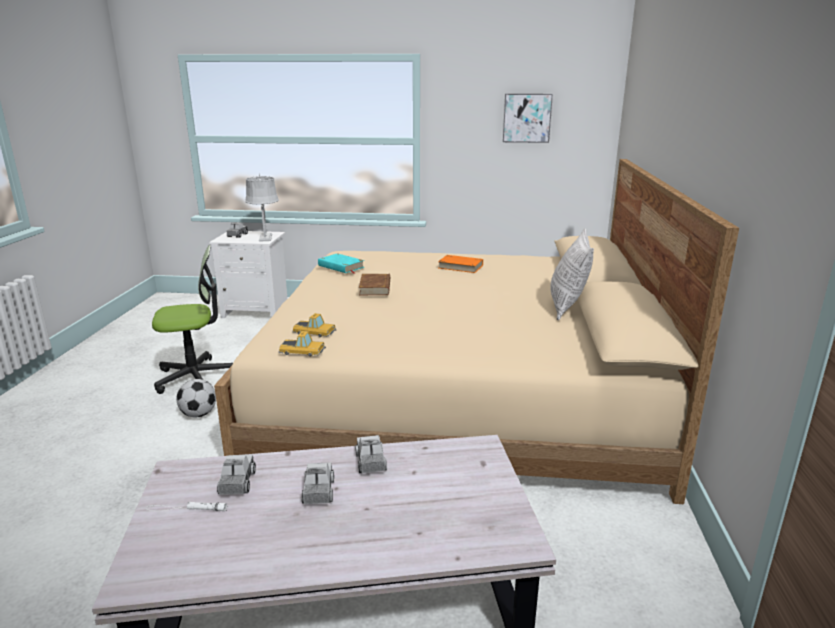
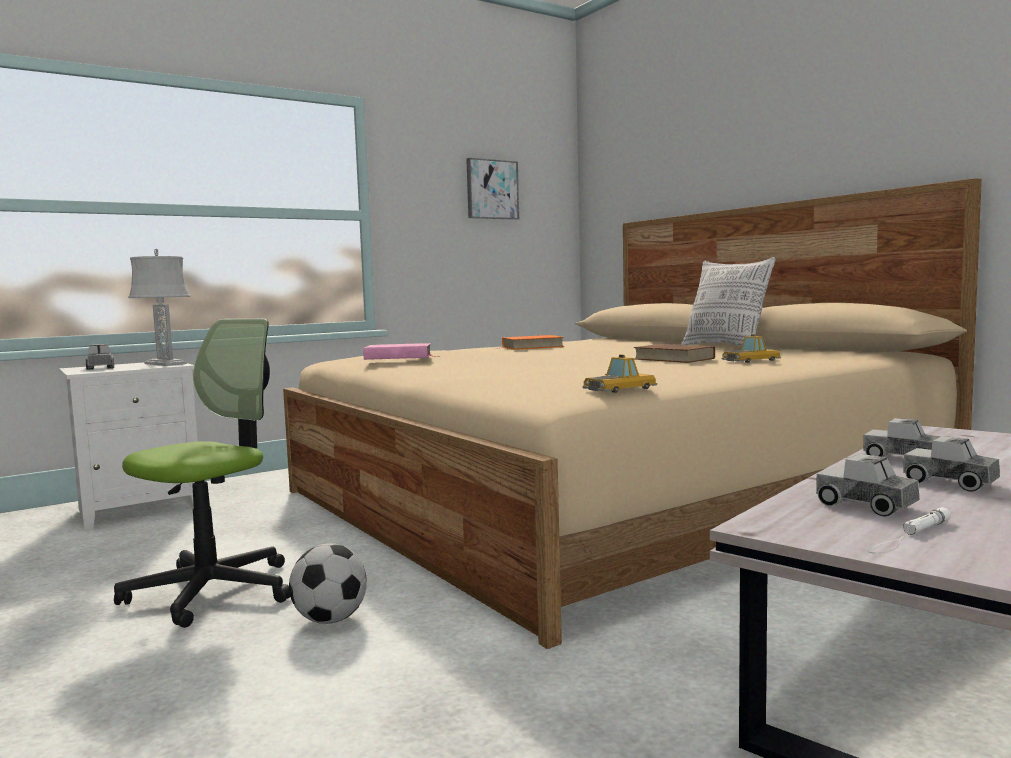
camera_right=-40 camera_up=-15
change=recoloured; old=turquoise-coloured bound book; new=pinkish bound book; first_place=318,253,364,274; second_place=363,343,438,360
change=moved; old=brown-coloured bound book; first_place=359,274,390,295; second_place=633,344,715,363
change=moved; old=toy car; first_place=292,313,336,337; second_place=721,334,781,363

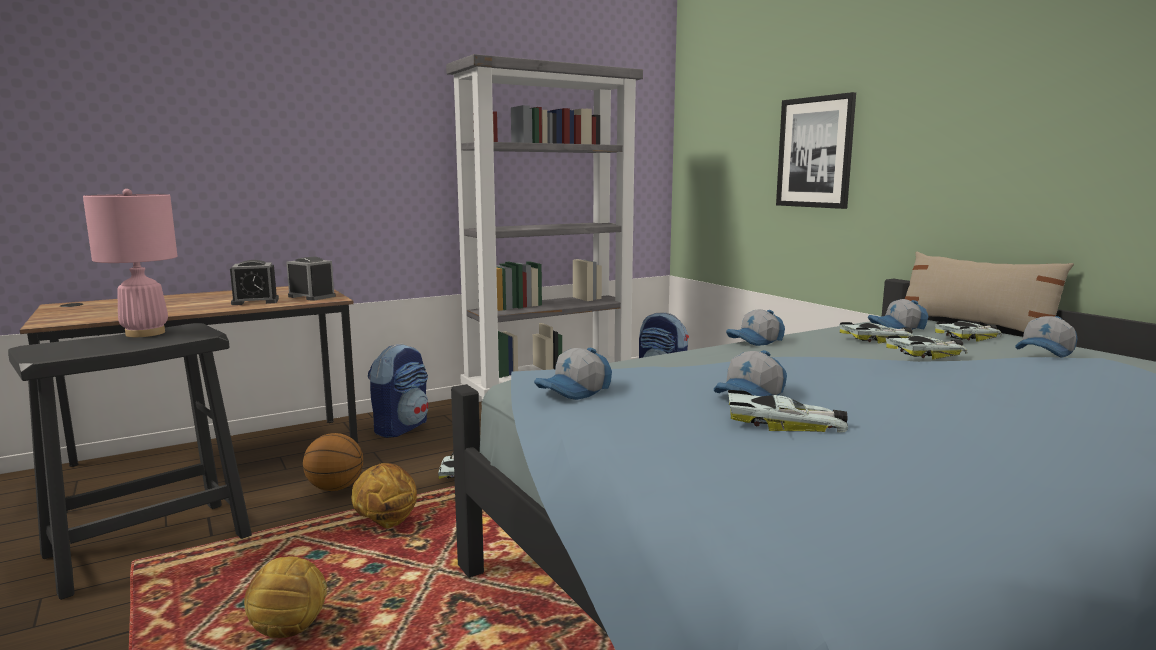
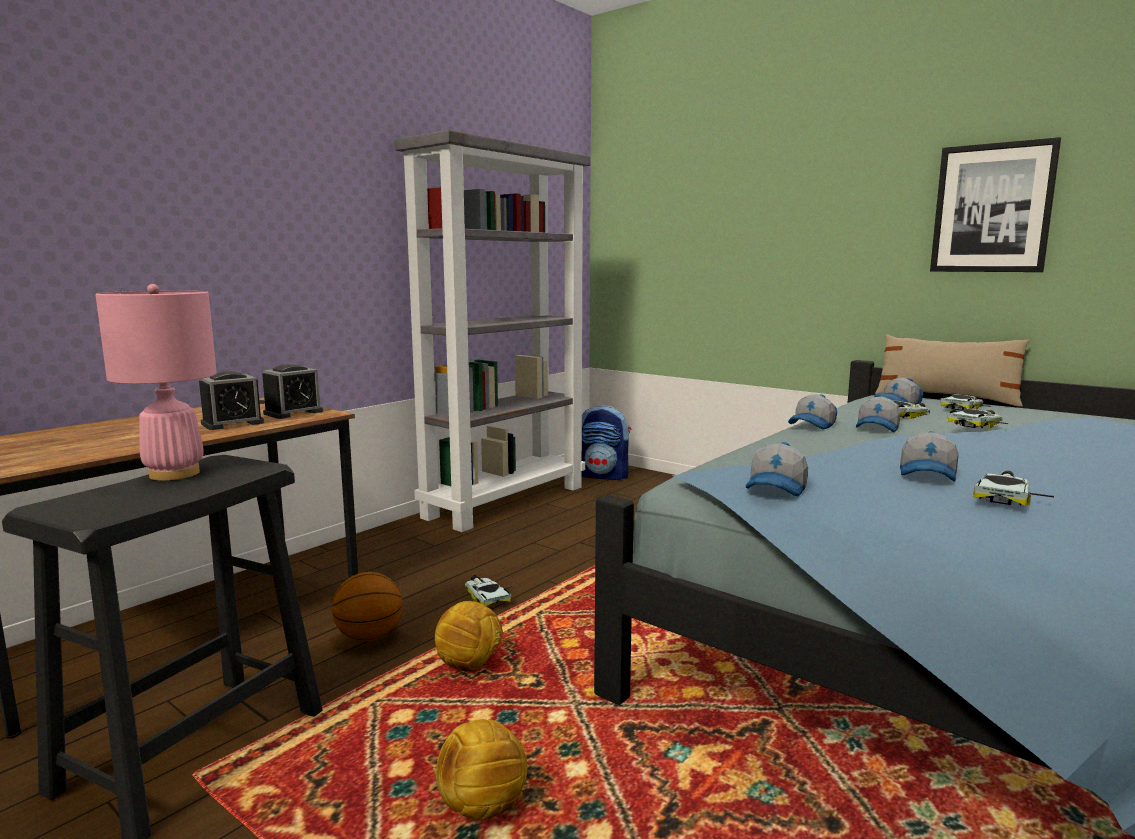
camera_right=-20 camera_up=0
change=moved; old=wall art; first_place=776,92,856,209; second_place=930,137,1061,272
change=turned; old=alarm clock; first_place=286,257,336,301; second_place=262,364,323,419; degrees=120
change=moved; old=cap; first_place=1015,316,1078,358; second_place=856,396,900,432
change=removed; old=knapsack; first_place=368,343,428,438
change=turned; old=toy car; first_place=728,390,848,433; second_place=974,470,1054,506; degrees=-45
change=replaced; old=ball for basketball; new=ball for football; first_place=352,463,417,528; second_place=435,601,503,671

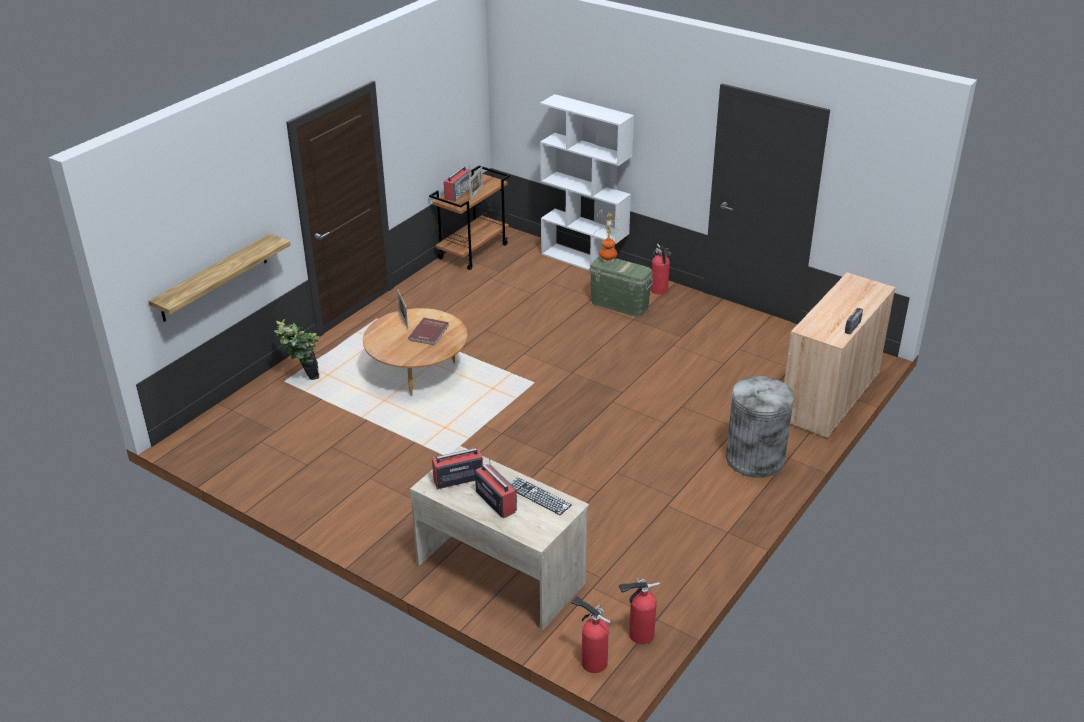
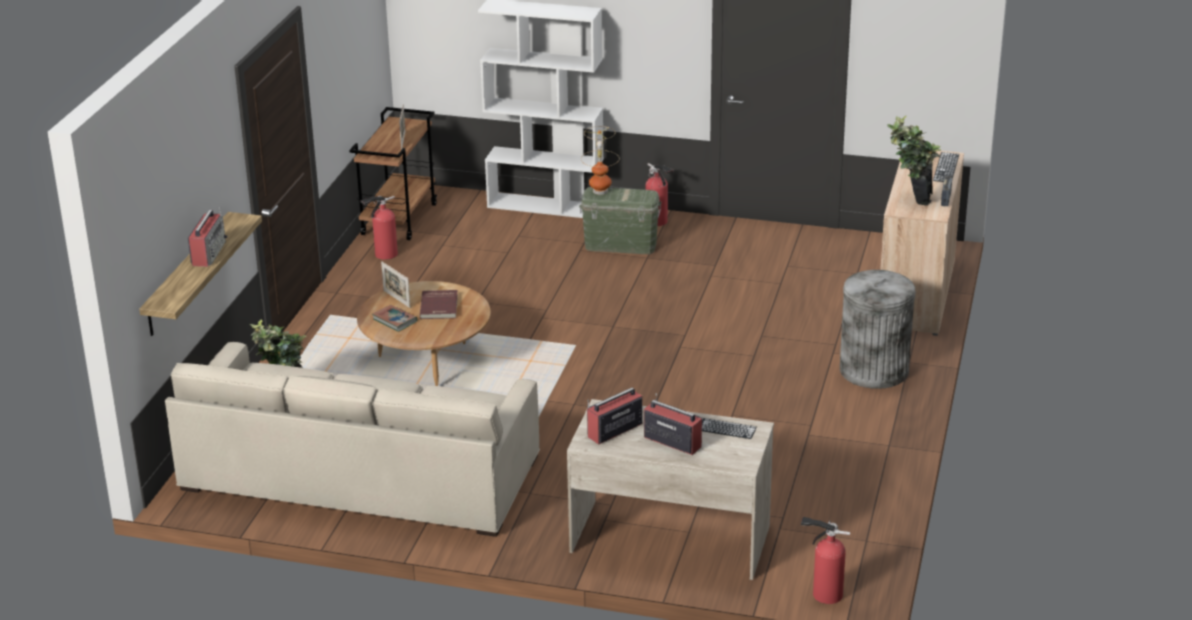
camera_right=-20 camera_up=-5
change=moved; old=radio receiver; first_place=444,166,471,201; second_place=188,207,227,267
change=moved; old=extinguisher; first_place=619,578,660,644; second_place=360,196,398,260
change=added; new=plant in a pot; second_place=887,116,941,206
change=added; new=PC keyboard; second_place=933,152,959,182
change=added; new=bound book; second_place=372,305,417,332
change=added; new=beige couch; second_place=165,342,540,537

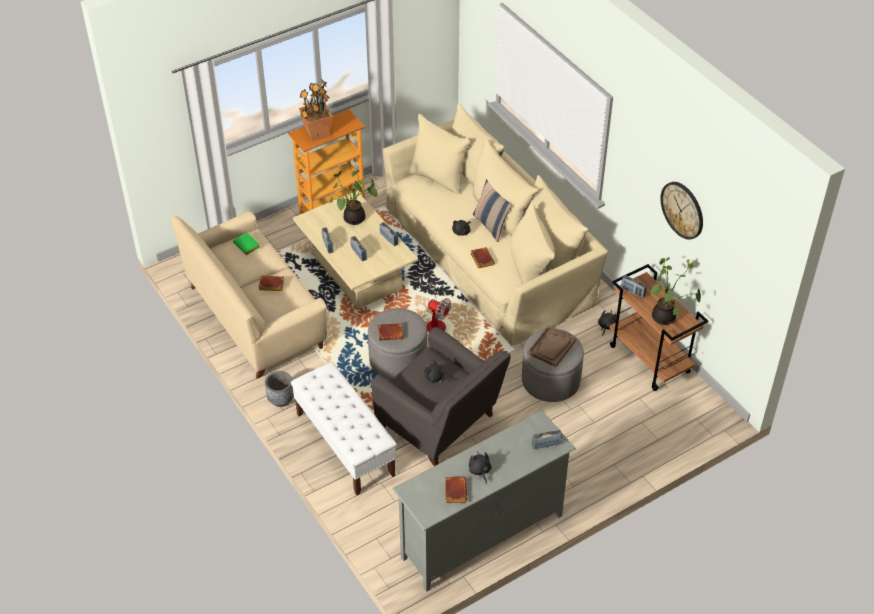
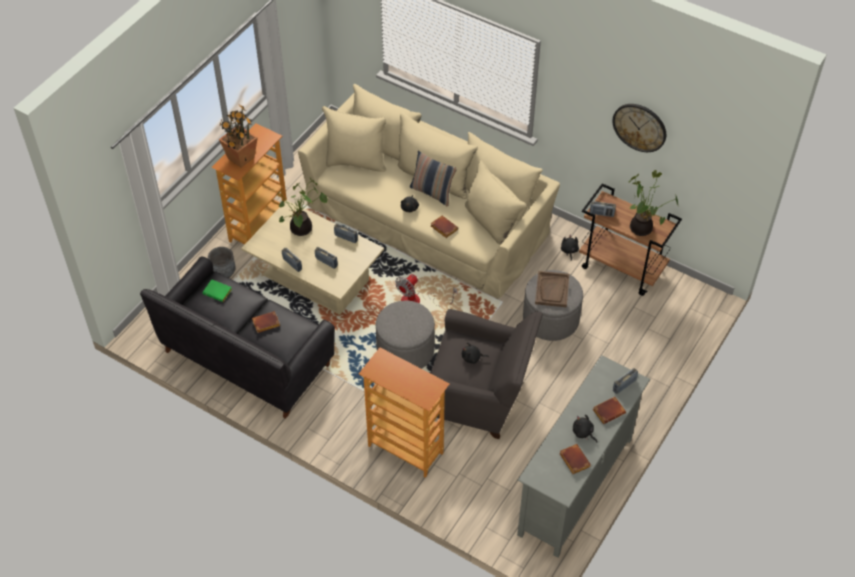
camera_right=-25 camera_up=5
change=recoloured; old=beige couch; new=blackish couch; first_place=170,211,328,379; second_place=140,256,335,419
change=turned; old=electric fan; first_place=424,280,451,332; second_place=395,274,458,307; degrees=120
change=moved; old=brown-coloured bound book; first_place=378,323,403,341; second_place=593,397,626,424
change=replaced; old=white-coloured bench; new=shelving unit; first_place=291,362,397,495; second_place=359,348,450,478
change=moved; old=grey planter; first_place=265,371,294,407; second_place=208,247,236,278

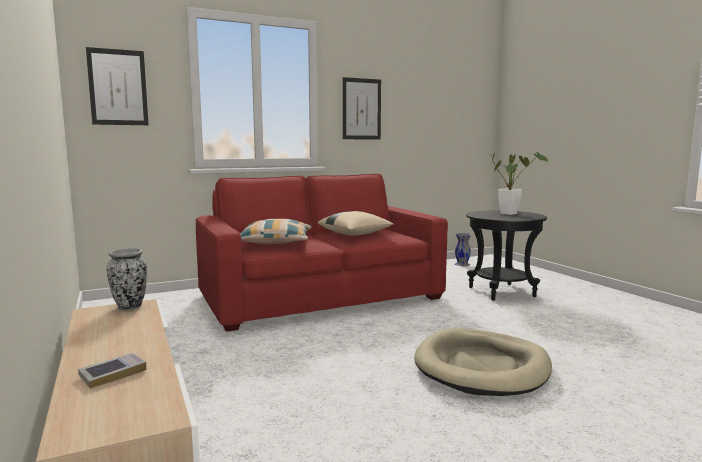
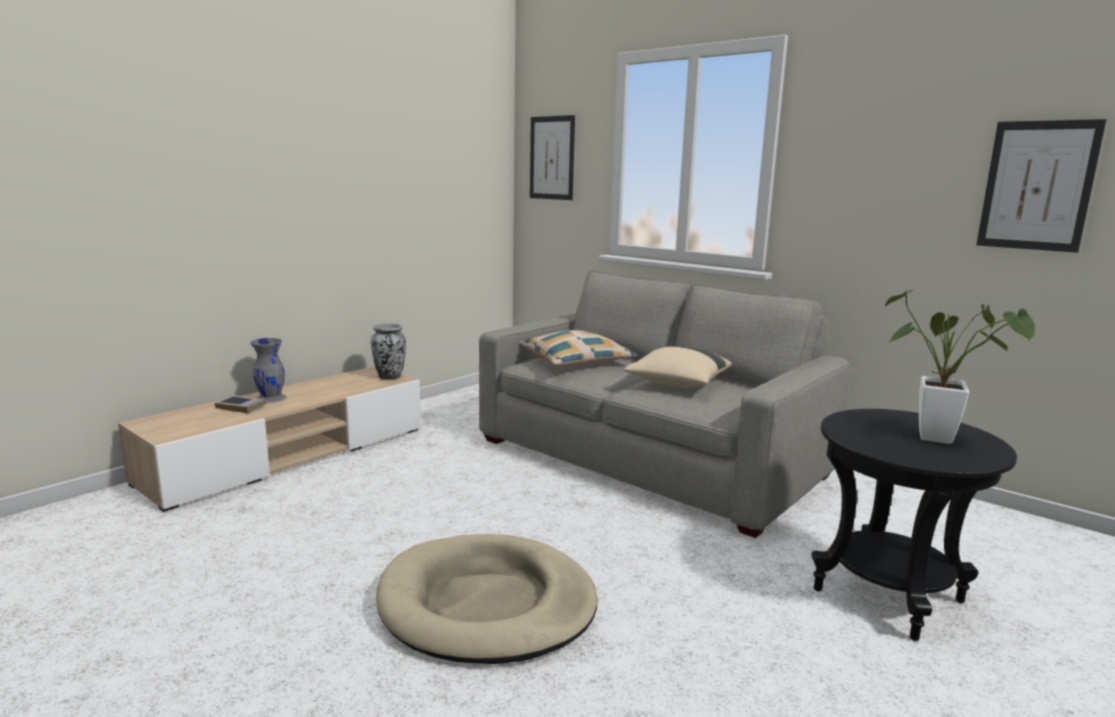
camera_right=65 camera_up=5
change=moved; old=wall art; first_place=343,77,381,140; second_place=977,119,1106,253
change=recoloured; old=reddish couch; new=grey couch; first_place=196,174,448,332; second_place=479,271,850,538
change=moved; old=grey flower vase; first_place=455,233,471,266; second_place=251,338,287,403

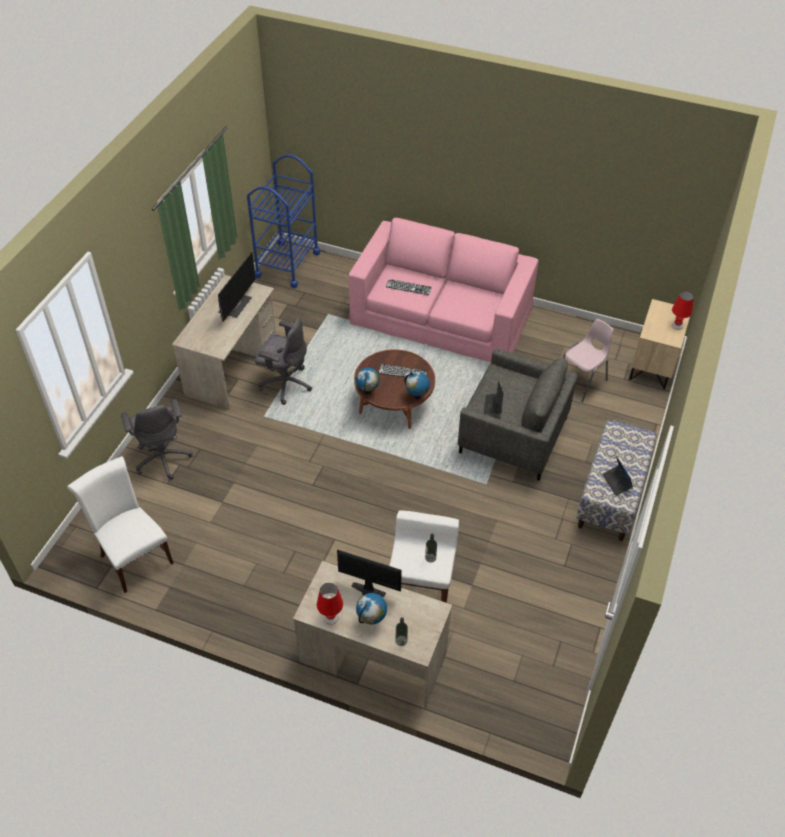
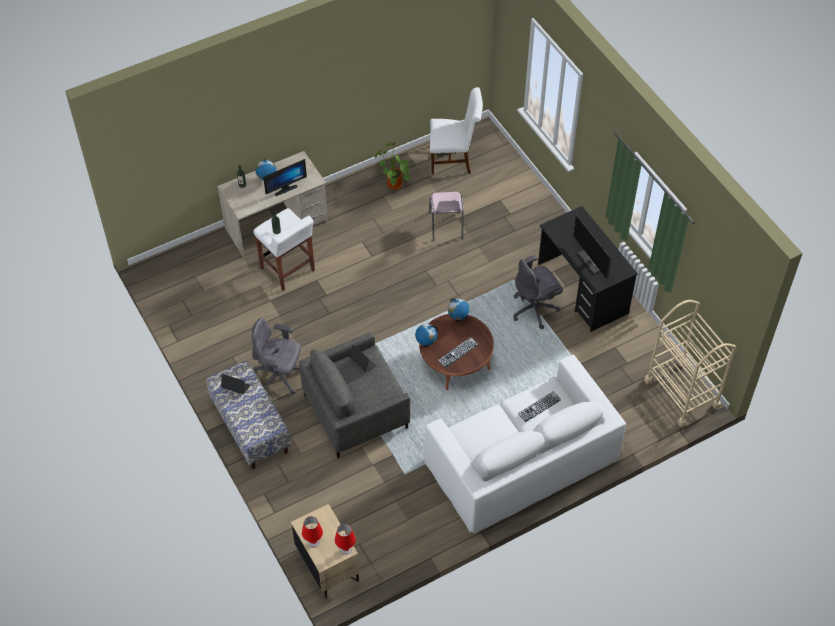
camera_right=130 camera_up=5
change=recoloured; old=blue-coloured trolley; new=beige trolley; first_place=247,154,320,288; second_place=644,300,736,427
change=recoloured; old=pinkish couch; new=white-coloured couch; first_place=349,218,538,362; second_place=424,355,626,534
change=recoloured; old=beige desk table; new=blackish desk table; first_place=172,275,276,410; second_place=538,206,638,332
change=moved; old=pinkish chair; first_place=563,319,614,402; second_place=429,192,464,241
change=moved; old=grey desk chair; first_place=121,399,192,480; second_place=252,318,301,394
change=moved; old=reddish table lamp; first_place=317,583,343,625; second_place=335,524,356,555
change=added; new=plant in a pot; second_place=375,142,410,190

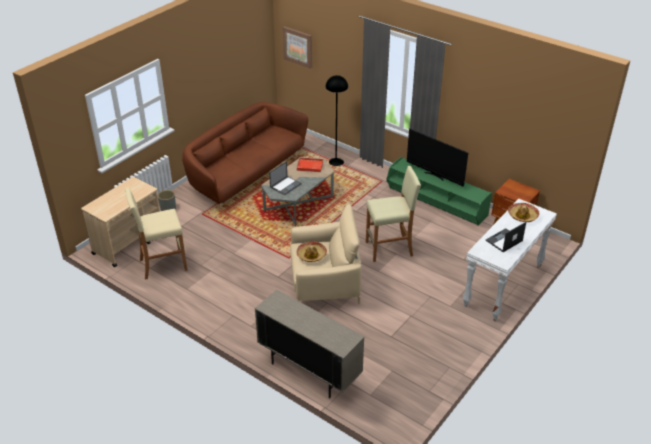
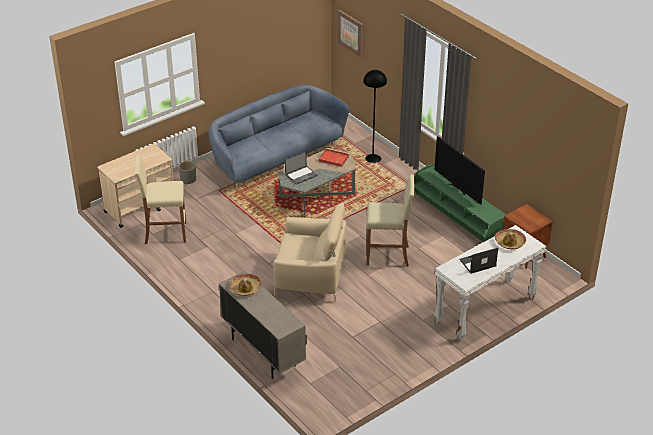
camera_right=15 camera_up=0
change=recoloured; old=brown-coloured couch; new=blue-coloured couch; first_place=182,102,308,210; second_place=209,85,349,189
change=moved; old=wearable hat; first_place=296,241,327,262; second_place=229,274,262,296

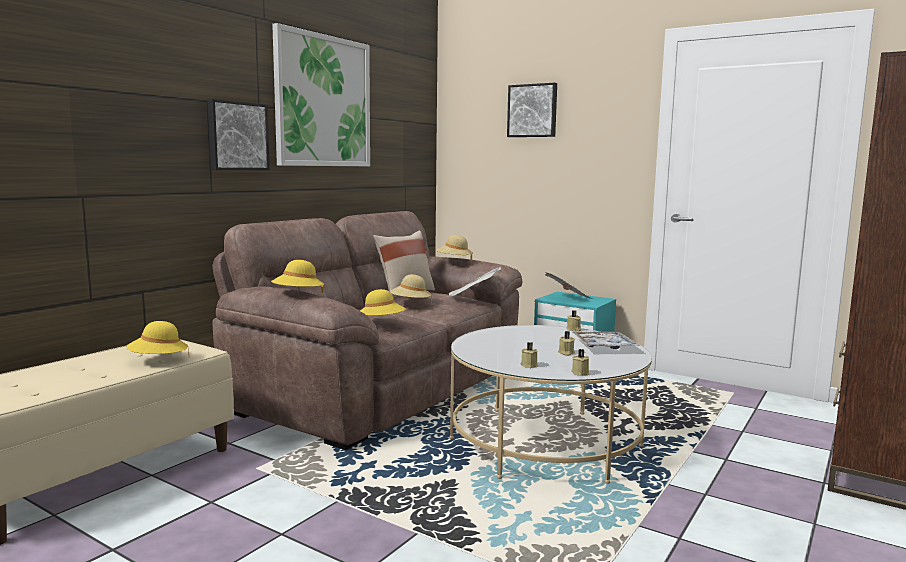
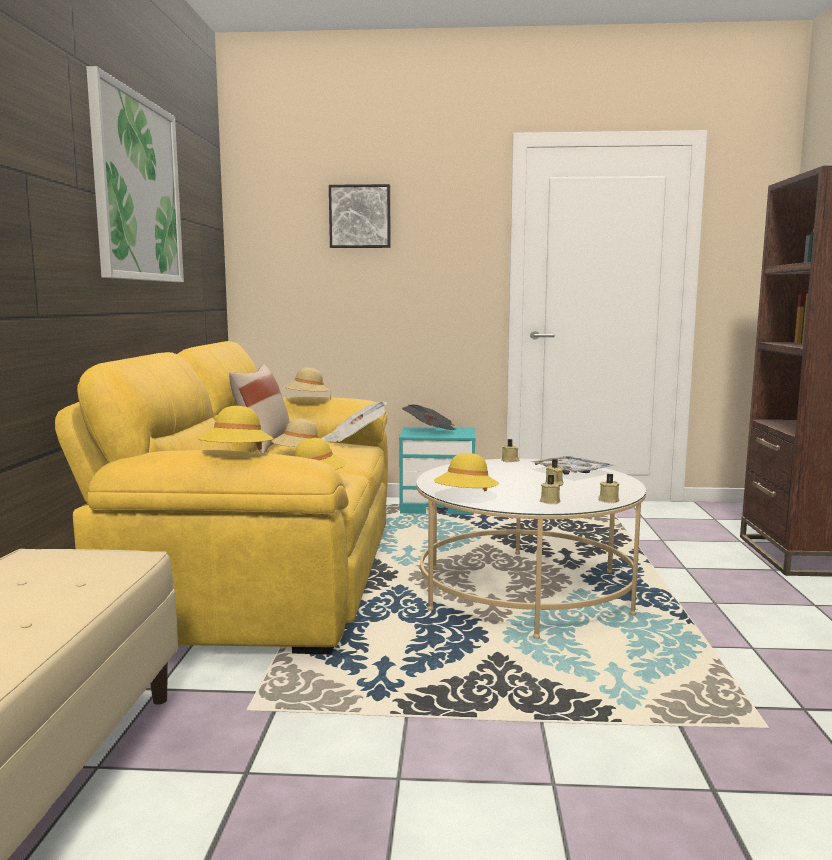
camera_right=-30 camera_up=0
change=removed; old=wall art; first_place=207,99,270,170
change=recoloured; old=brown-coloured couch; new=yellow-coloured couch; first_place=212,211,522,450; second_place=55,341,388,655
change=moved; old=yellow-coloured wearable hat; first_place=126,321,189,354; second_place=434,453,499,492

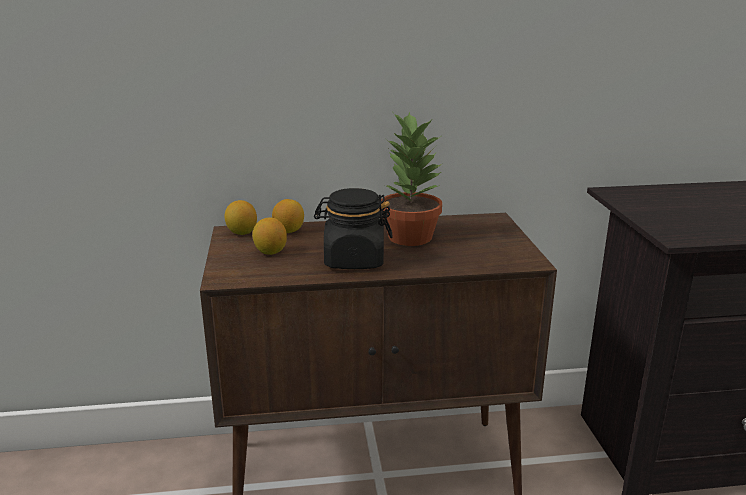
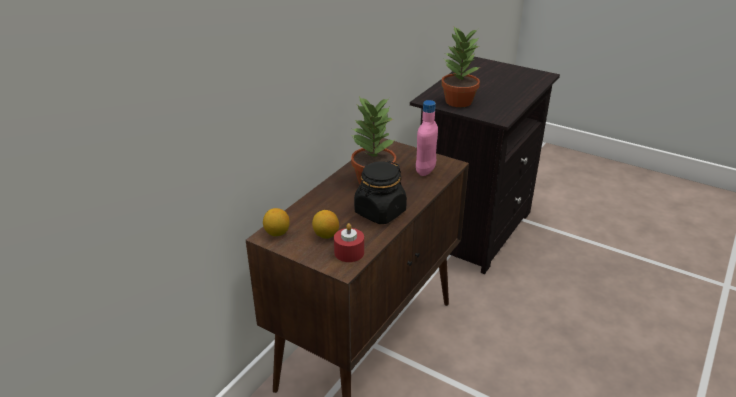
camera_right=-50 camera_up=10
change=removed; old=citrus fruit; first_place=272,199,304,233
change=added; new=plant in a pot; second_place=441,27,480,107
change=added; new=pinkish beverage bottle; second_place=416,100,438,176
change=added; new=reddish candle; second_place=334,223,364,262

